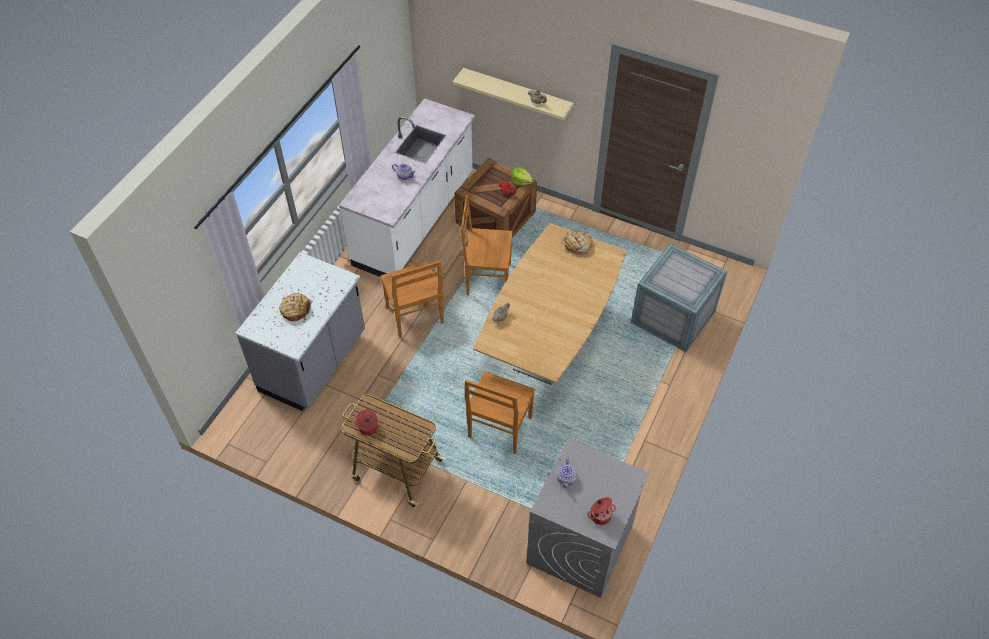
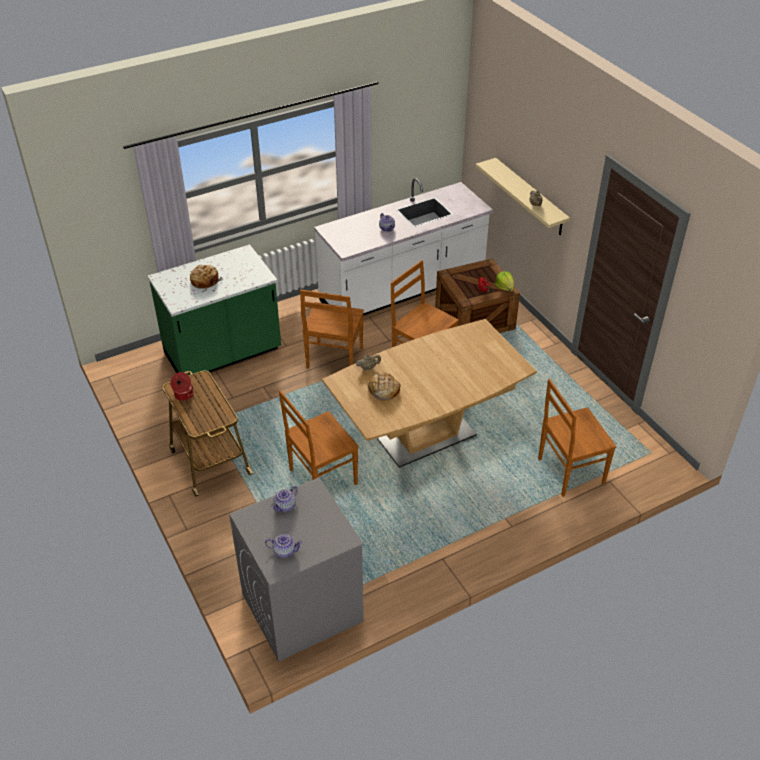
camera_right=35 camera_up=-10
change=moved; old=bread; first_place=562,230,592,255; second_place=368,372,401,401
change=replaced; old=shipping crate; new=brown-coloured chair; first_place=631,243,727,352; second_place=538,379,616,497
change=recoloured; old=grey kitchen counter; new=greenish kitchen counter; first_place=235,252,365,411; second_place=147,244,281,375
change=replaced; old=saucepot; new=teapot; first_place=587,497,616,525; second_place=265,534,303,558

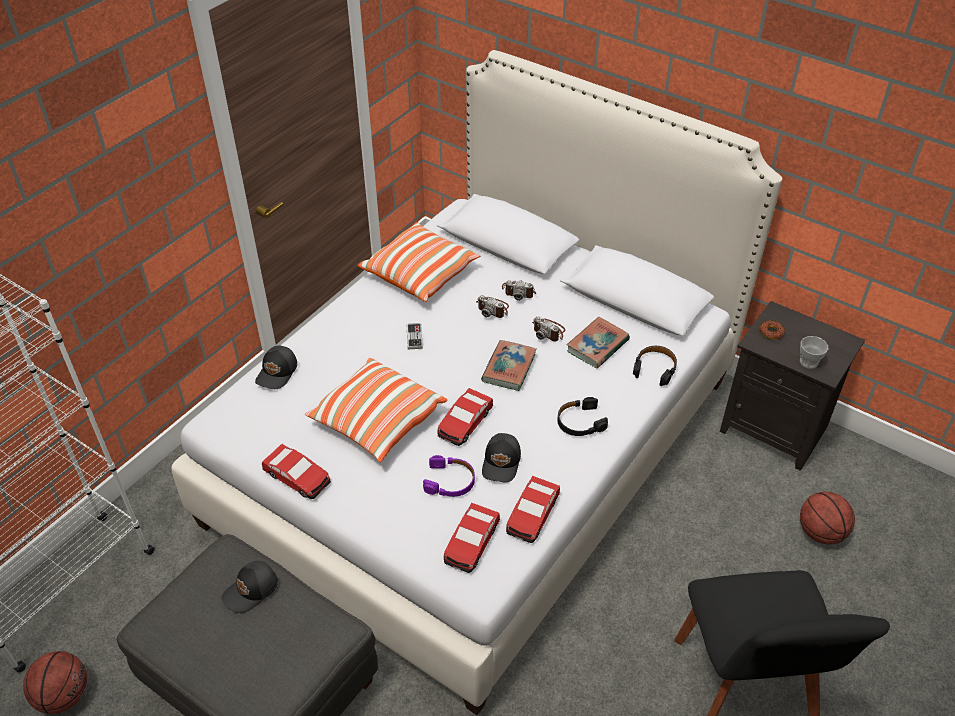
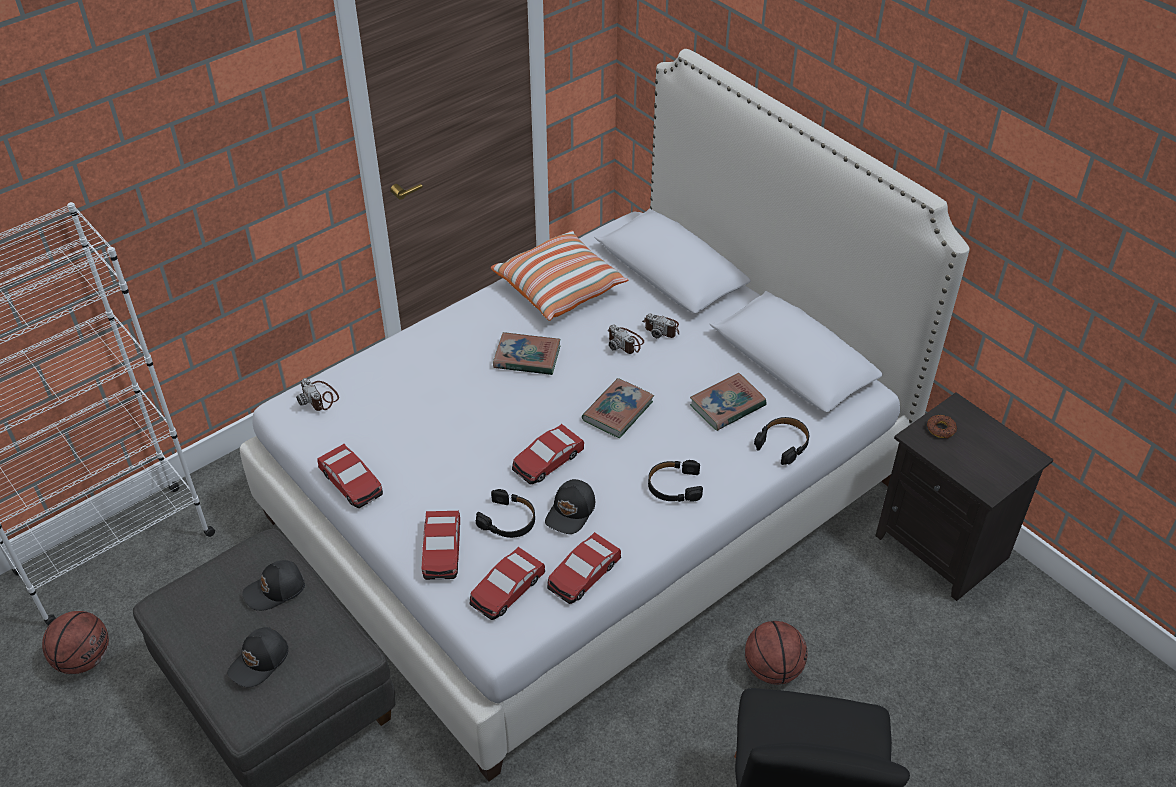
camera_right=15 camera_up=0
change=moved; old=still camera; first_place=532,316,565,342; second_place=296,378,339,411
change=replaced; old=gamepad; new=bound book; first_place=407,323,423,350; second_place=493,332,561,375
change=removed; old=cup; first_place=800,336,828,369
change=moved; old=blackish cap; first_place=255,345,297,389; second_place=227,627,288,688
change=removed; old=cushion; first_place=304,358,447,462
change=recoloured; old=purple-coloured pair of headphones; new=blackish pair of headphones; first_place=423,455,475,497; second_place=476,489,535,538
change=moved; old=ball for basketball; first_place=800,492,855,544; second_place=745,621,808,685
change=added; new=toy car; second_place=422,511,460,580

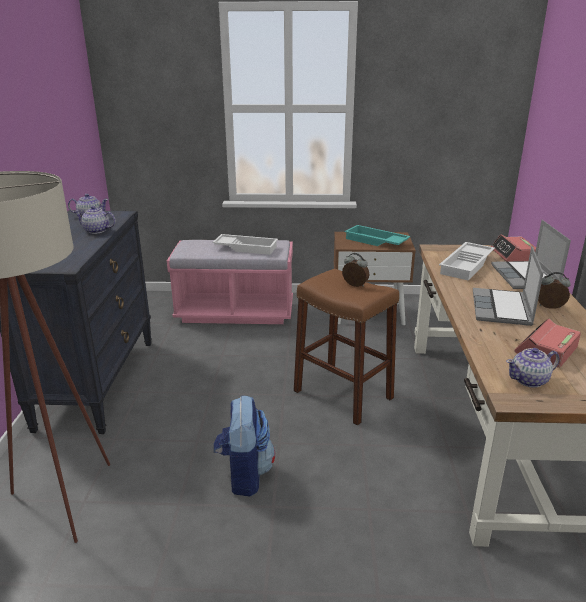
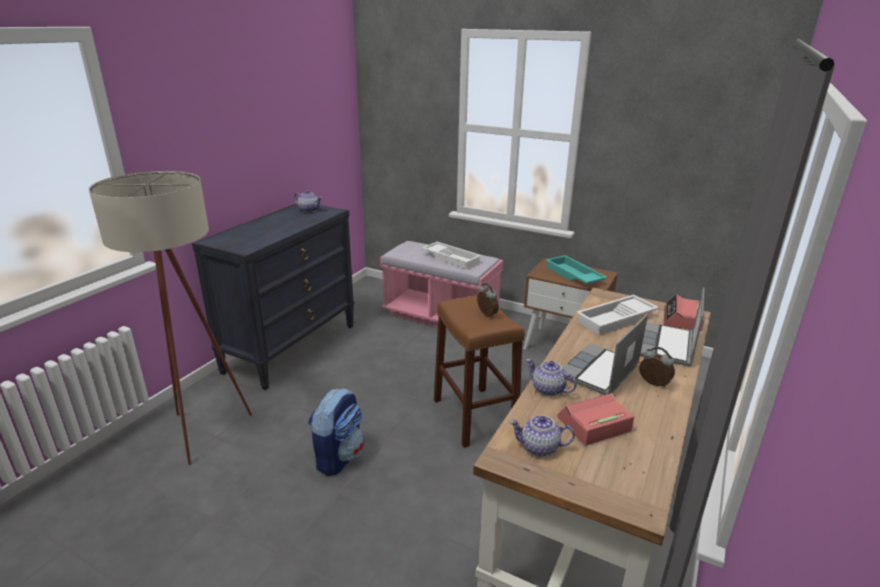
camera_right=25 camera_up=0
change=moved; old=teapot; first_place=74,206,116,234; second_place=526,359,577,396

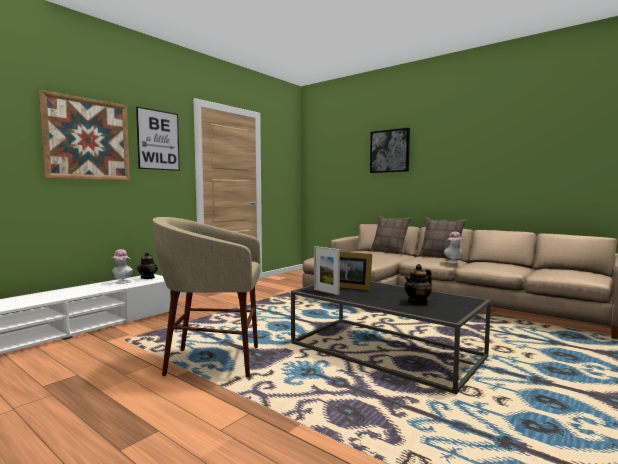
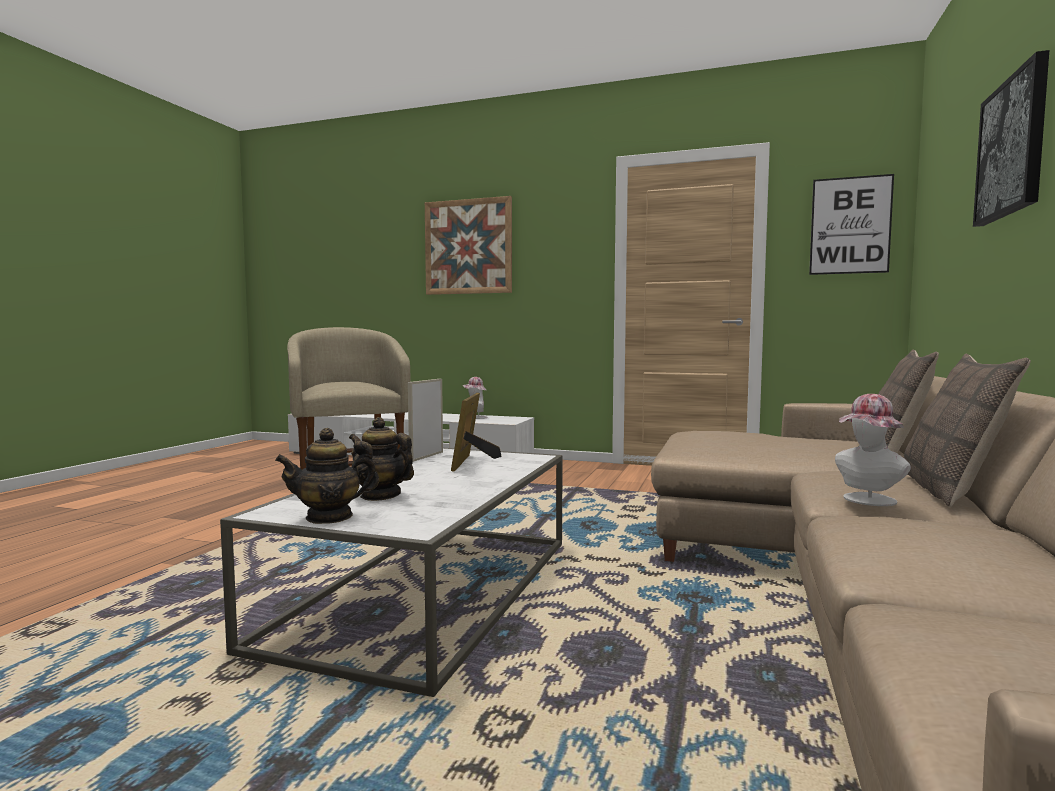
camera_right=70 camera_up=0
change=moved; old=wall art; first_place=136,107,180,171; second_place=809,174,894,275
change=moved; old=teapot; first_place=137,252,158,279; second_place=275,428,379,524
change=recoloured; old=blackish lounge table; new=white-coloured lounge table; first_place=291,281,491,394; second_place=220,448,563,697

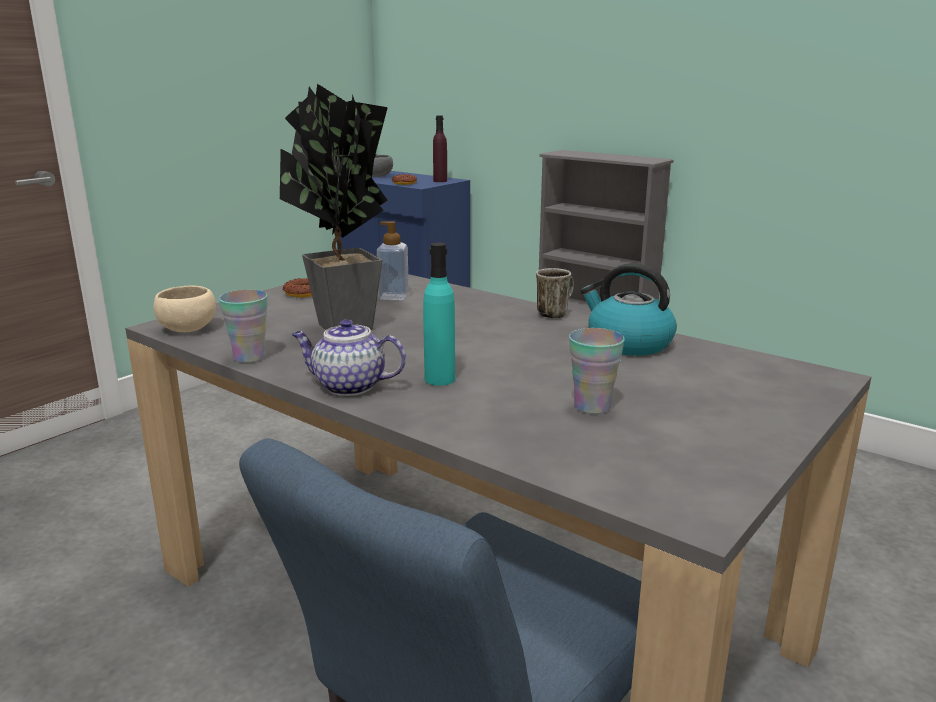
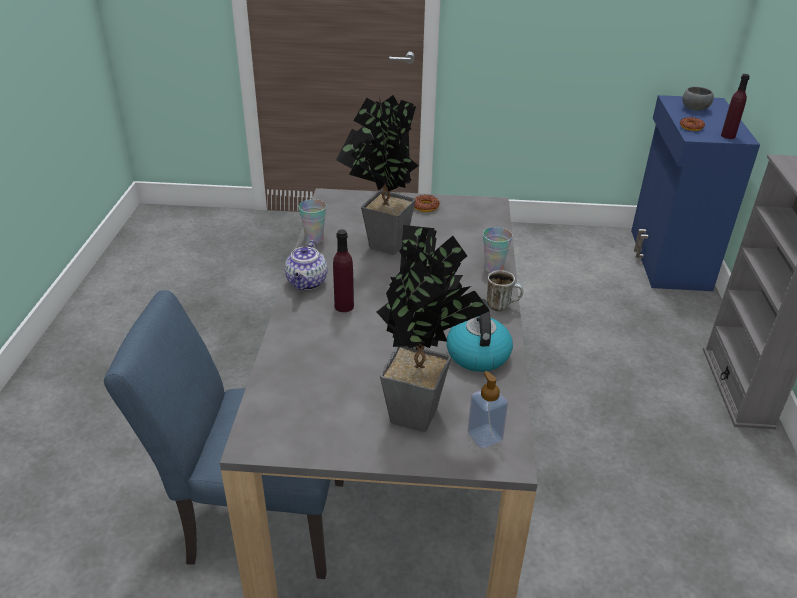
camera_right=55 camera_up=15
change=moved; old=liquid soap bottle; first_place=377,221,409,300; second_place=468,371,508,449
change=recoloured; old=turquoise-coloured beverage bottle; new=purple-coloured beverage bottle; first_place=423,243,455,386; second_place=333,229,354,312
change=removed; old=beige deep dish; first_place=153,285,216,332
change=turned; old=teapot; first_place=292,319,406,396; second_place=285,240,328,290; degrees=-150
change=moved; old=cup; first_place=569,328,625,414; second_place=483,227,513,273
change=added; new=plant in a pot; second_place=377,225,490,432

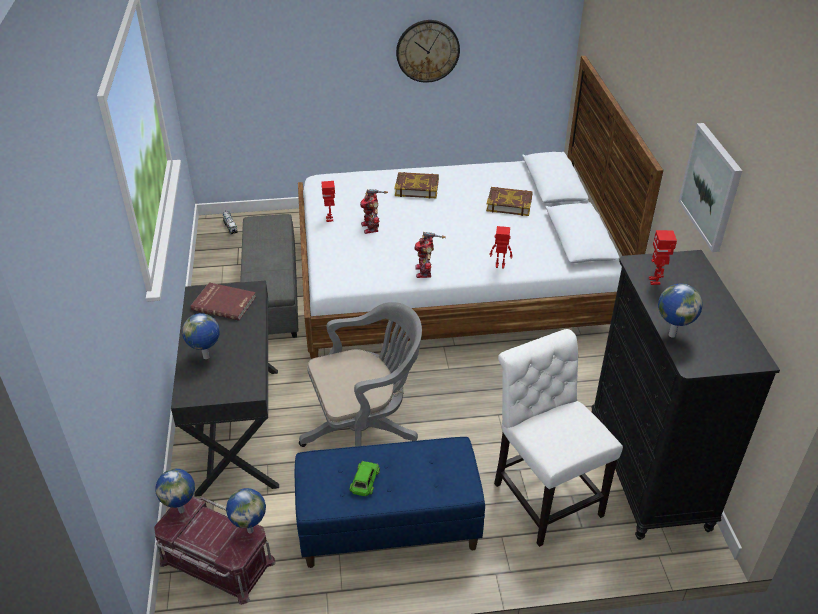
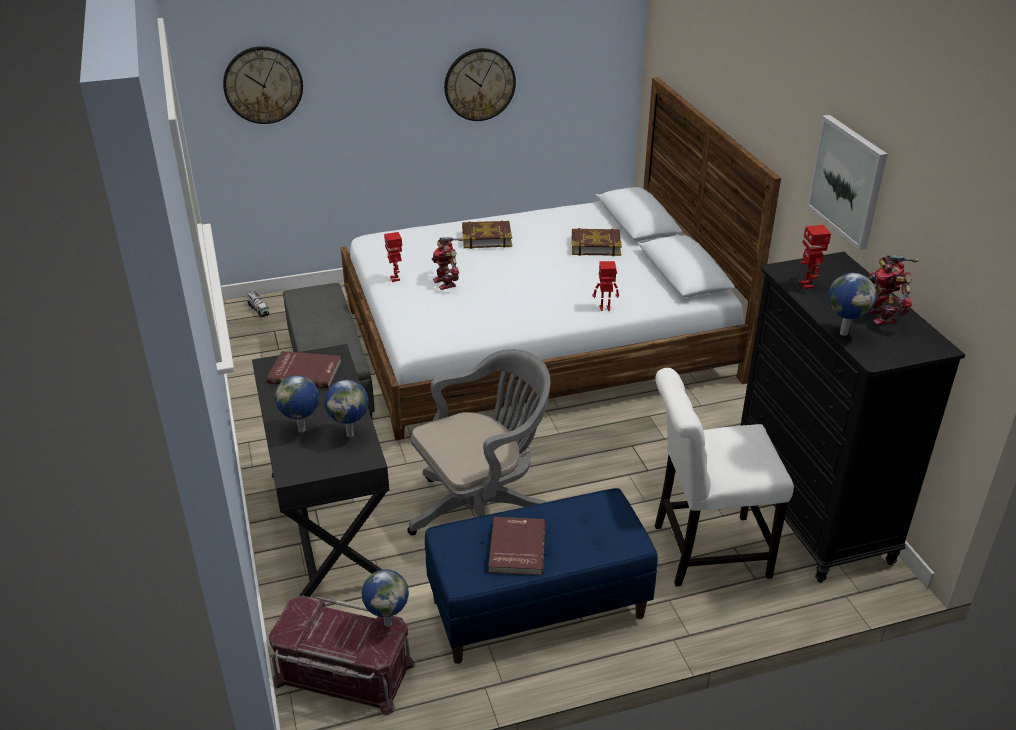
camera_right=-10 camera_up=-5
change=moved; old=toy robot; first_place=415,232,446,278; second_place=867,255,919,325
change=turned; old=white-coloured chair; first_place=494,329,623,547; second_place=655,368,794,586; degrees=-60
change=replaced; old=greenish toy car; new=reddish bound book; first_place=349,461,380,496; second_place=488,517,546,575
change=moved; old=desk globe; first_place=155,469,195,513; second_place=324,380,369,437
change=added; new=wall clock; second_place=223,46,303,124

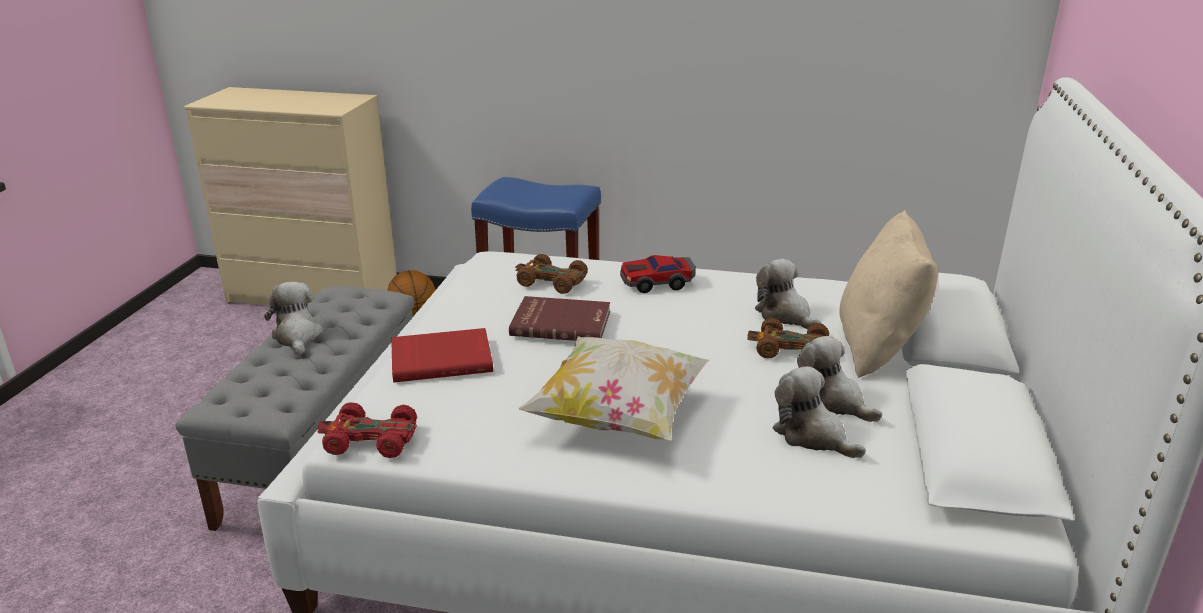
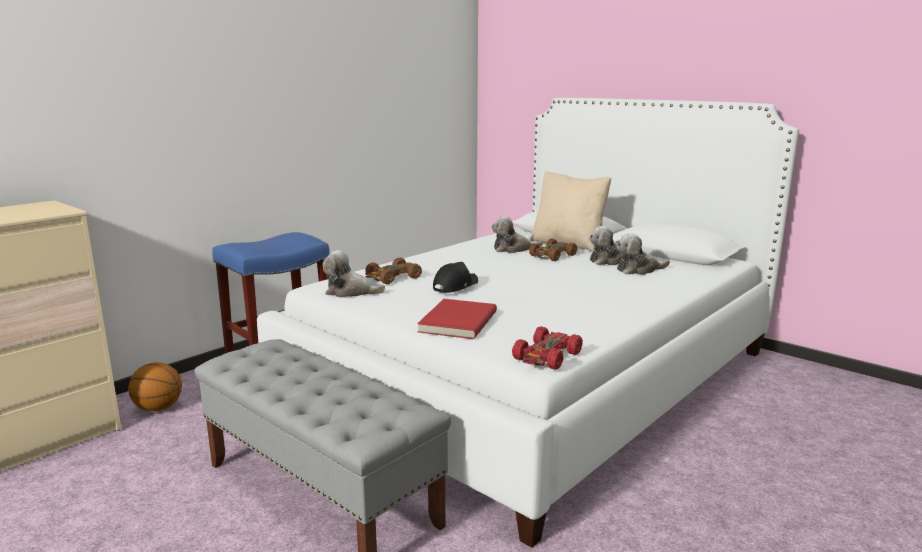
camera_right=-60 camera_up=-10
change=removed; old=toy car; first_place=620,255,696,293
change=moved; old=cuddly toy; first_place=264,282,323,355; second_place=323,250,385,298
change=replaced; old=reddish bound book; new=blackish cap; first_place=509,296,610,341; second_place=433,262,478,293
change=removed; old=cushion; first_place=519,336,710,441

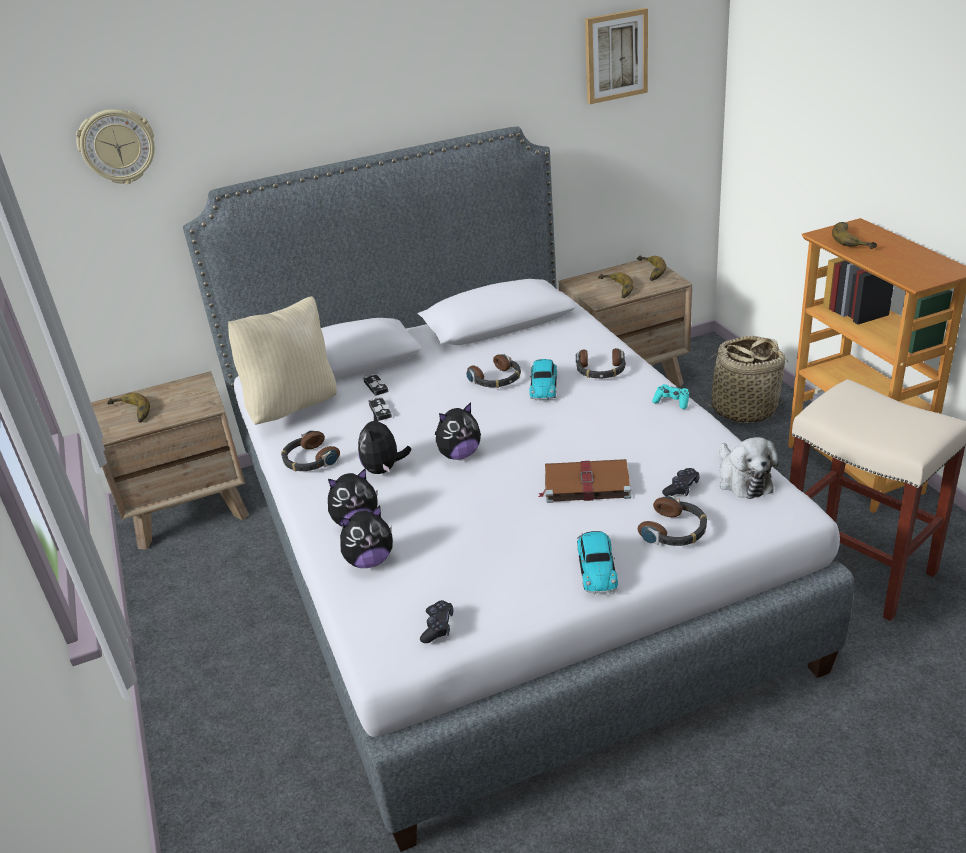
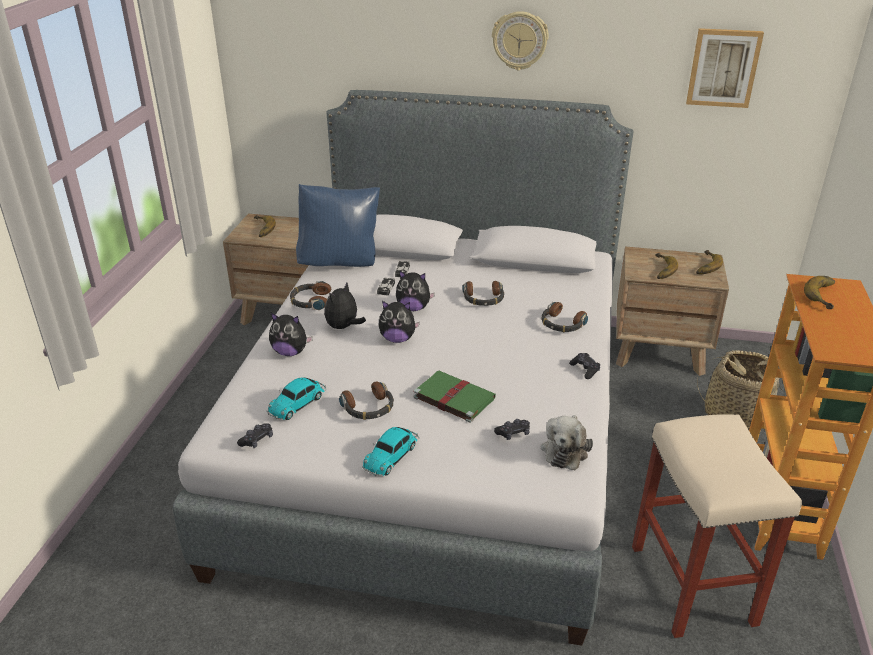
camera_right=30 camera_up=0
change=moved; old=wall clock; first_place=76,109,155,184; second_place=492,11,549,71
change=recoloured; old=beige cushion; new=blue-coloured cushion; first_place=228,296,337,425; second_place=296,184,380,267
change=moved; old=toy car; first_place=529,359,557,400; second_place=267,377,326,420
change=recoloured; old=turquoise-coloured gamepad; new=blackish gamepad; first_place=652,384,689,409; second_place=569,353,600,379
change=recoloured; old=brown-coloured bound book; new=greenish bound book; first_place=538,459,631,503; second_place=414,371,496,423
change=moved; old=pair of headphones; first_place=638,495,707,546; second_place=339,382,394,420
change=moved; old=cuddly toy; first_place=340,506,393,568; second_place=396,270,435,311

